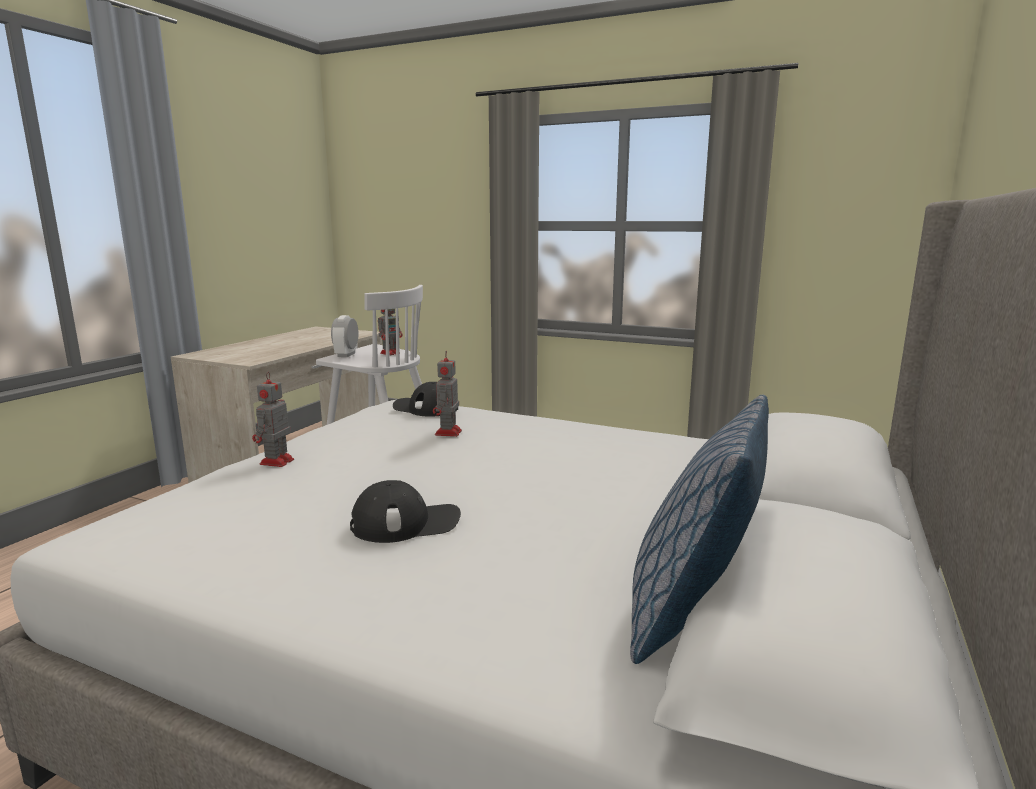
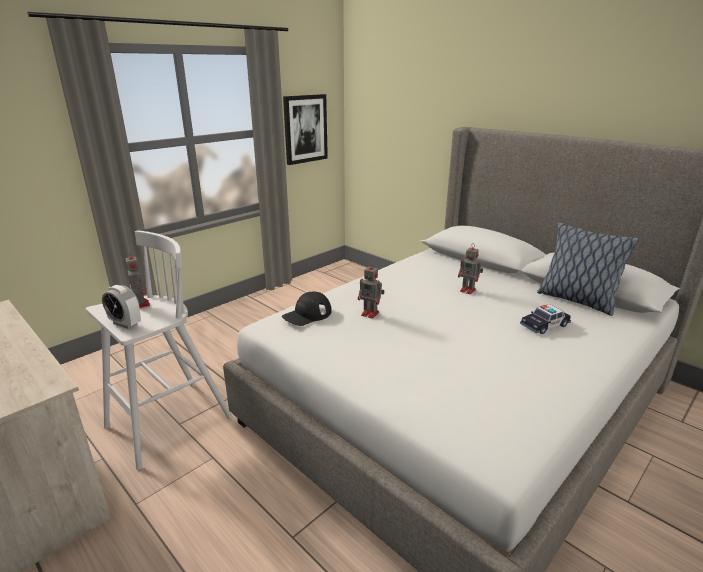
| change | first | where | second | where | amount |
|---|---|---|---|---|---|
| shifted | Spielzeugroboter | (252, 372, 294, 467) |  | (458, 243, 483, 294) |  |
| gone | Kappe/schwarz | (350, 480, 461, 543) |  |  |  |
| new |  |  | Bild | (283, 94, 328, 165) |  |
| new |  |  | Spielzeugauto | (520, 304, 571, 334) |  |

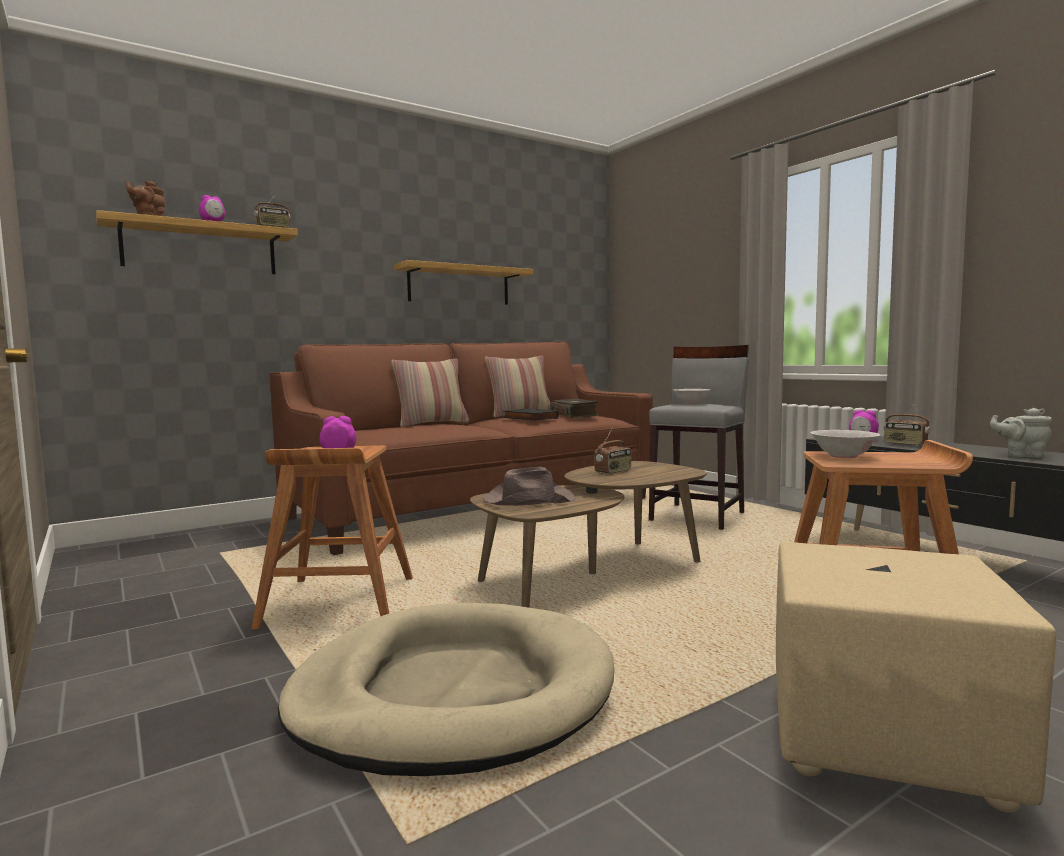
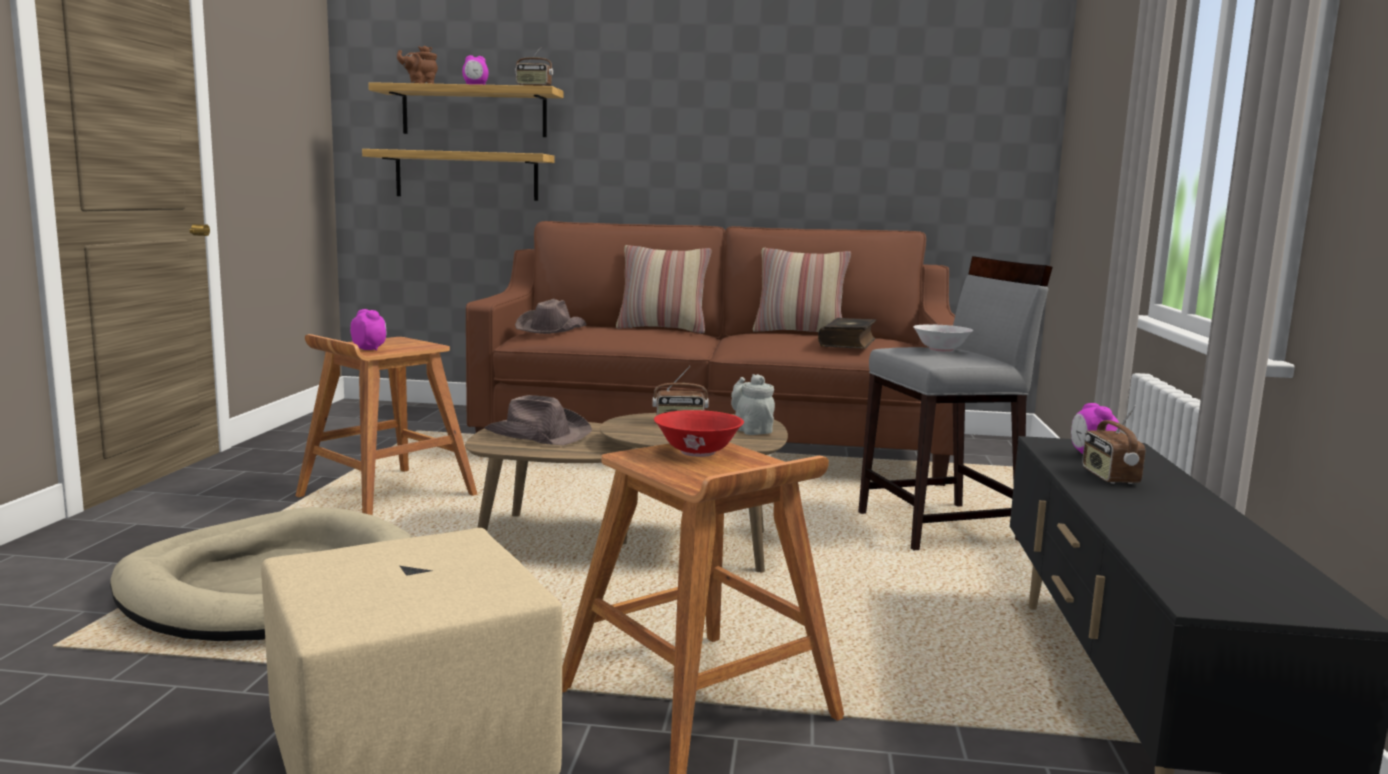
| change | first | where | second | where | amount |
|---|---|---|---|---|---|
| shifted | Wandregal | (394, 260, 533, 305) |  | (362, 149, 554, 201) |  |
| gone | Buch/schwarz | (503, 408, 559, 421) |  |  |  |
| repainted | Schüssel/weiß | (810, 430, 880, 458) | Schüssel/rot | (654, 410, 744, 457) |  |
| shifted | Teekanne/grau | (990, 408, 1052, 458) |  | (731, 374, 775, 435) |  |
| new |  |  | Hut/braun | (515, 299, 587, 334) |  |

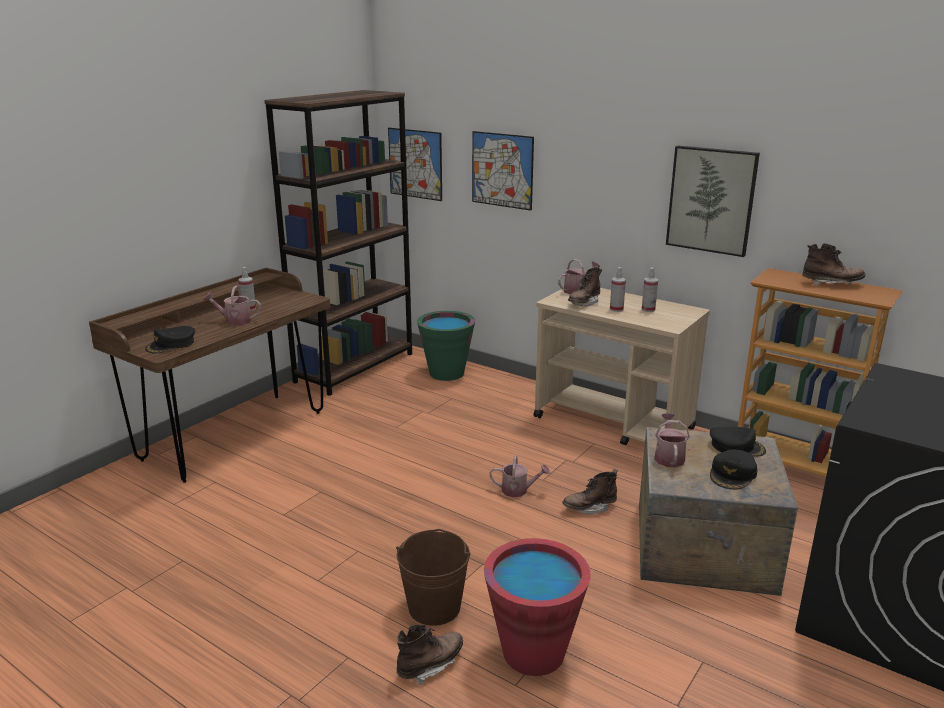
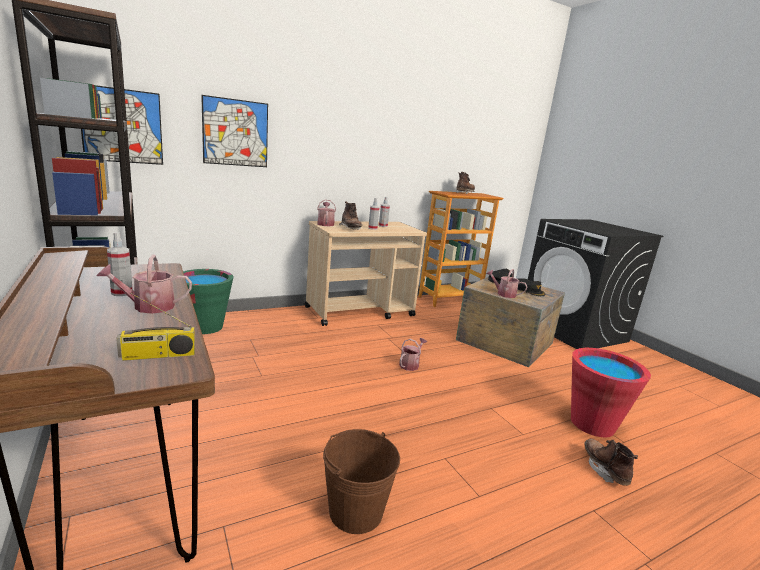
| change | first | where | second | where | amount |
|---|---|---|---|---|---|
| swapped | Kappe/schwarz | (145, 326, 195, 354) | Radio | (116, 293, 195, 361) |  |
| rotated | Gießkanne | (203, 285, 261, 326) |  | (97, 255, 192, 314) | 45 degrees clockwise |
| shifted | Eimer/braun | (396, 529, 470, 626) |  | (323, 429, 400, 534) |  |
| gone | Stiefel/braun | (563, 469, 618, 514) |  |  |  |
| gone | Bild | (666, 146, 760, 257) |  |  |  |

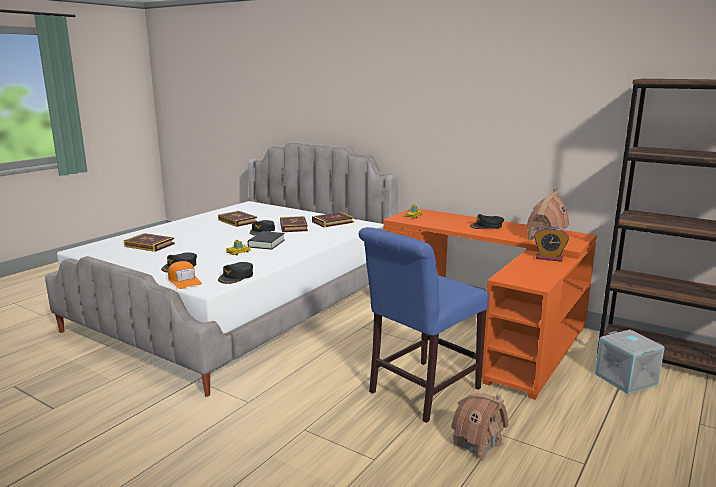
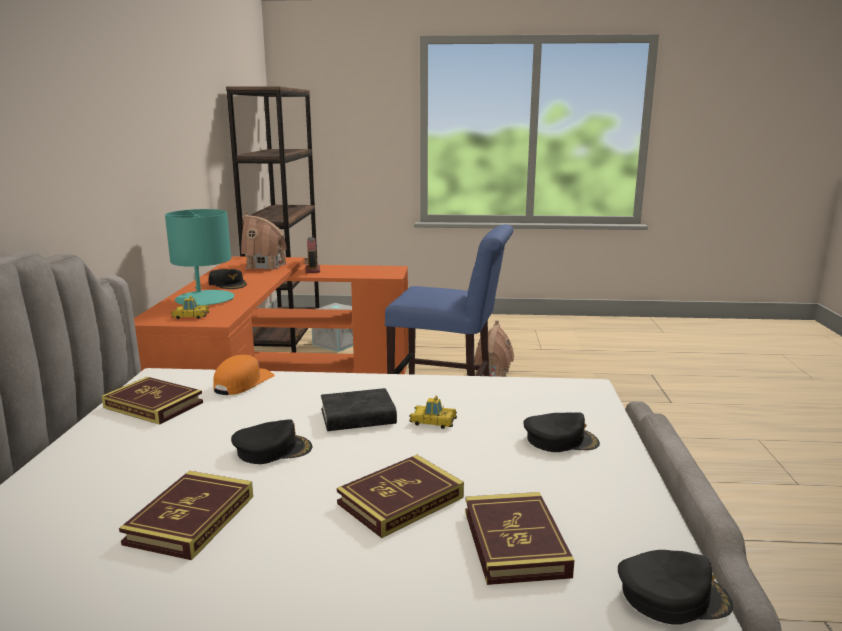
| change | first | where | second | where | amount |
|---|---|---|---|---|---|
| shifted | Kappe/orange | (168, 261, 202, 289) |  | (213, 355, 275, 395) |  |
| shifted | Kappe/schwarz | (218, 262, 253, 284) |  | (618, 550, 733, 624) |  |
| shifted | Buch | (280, 216, 308, 232) |  | (337, 455, 464, 538) |  |
| new |  |  | Tischlampe/türkis | (165, 209, 234, 306) |  |

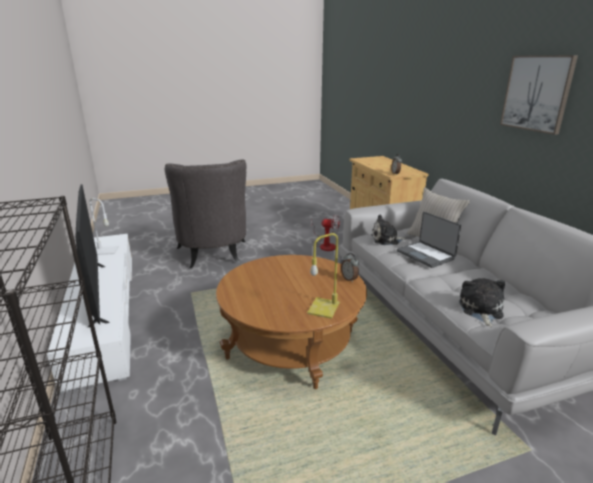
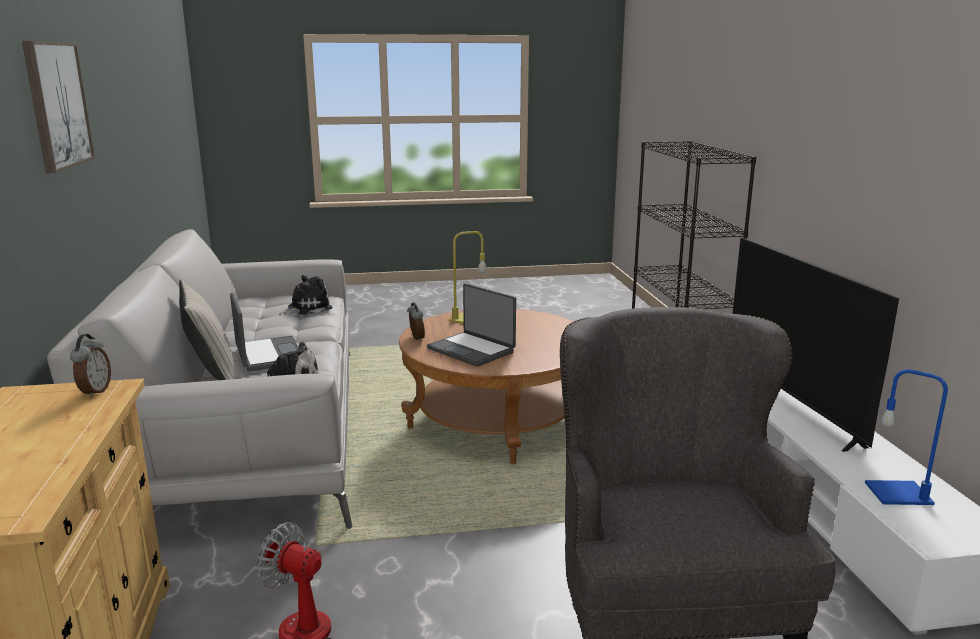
| change | first | where | second | where | amount |
|---|---|---|---|---|---|
| repainted | Tischlampe/weiß | (89, 198, 119, 255) | Tischlampe/blau | (865, 369, 948, 505) |  |
| rotated | Plüschtier | (459, 278, 505, 327) |  | (279, 275, 333, 316) | 150 degrees counterclockwise |
| new |  |  | Laptop | (427, 283, 516, 367) |  |

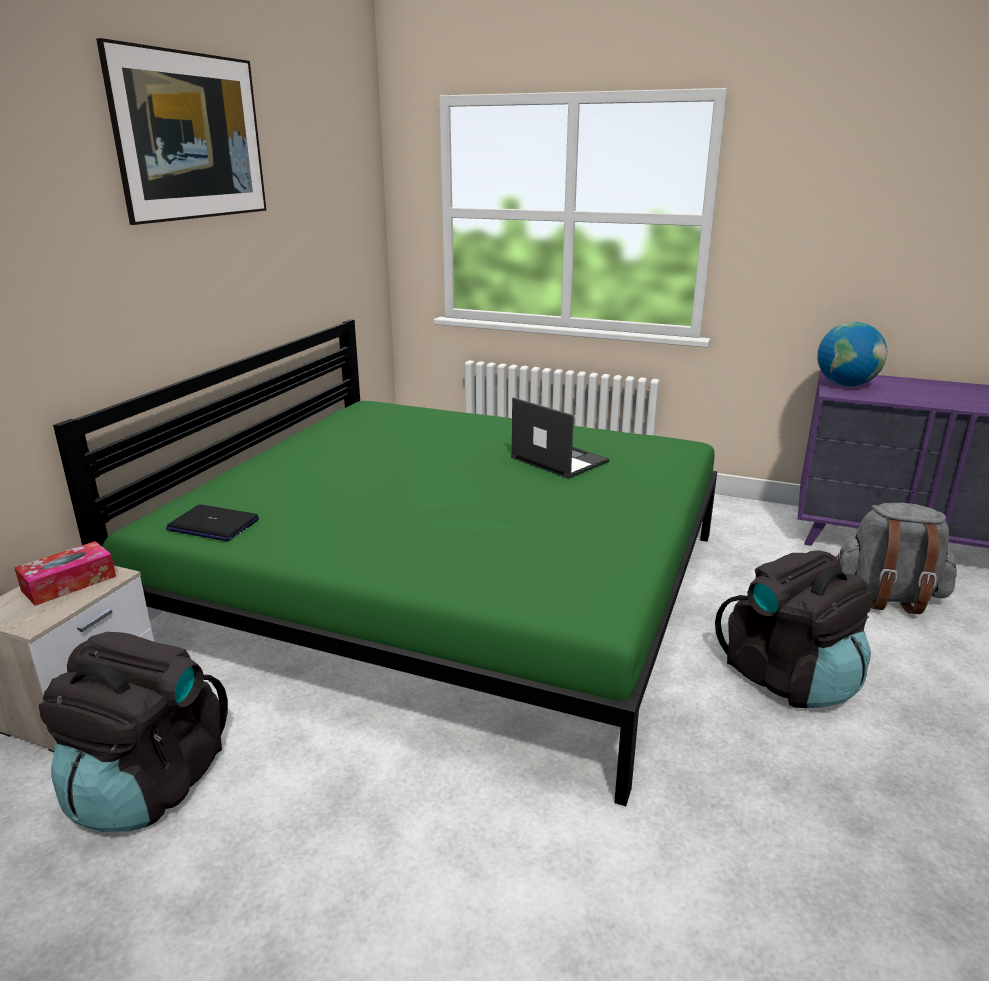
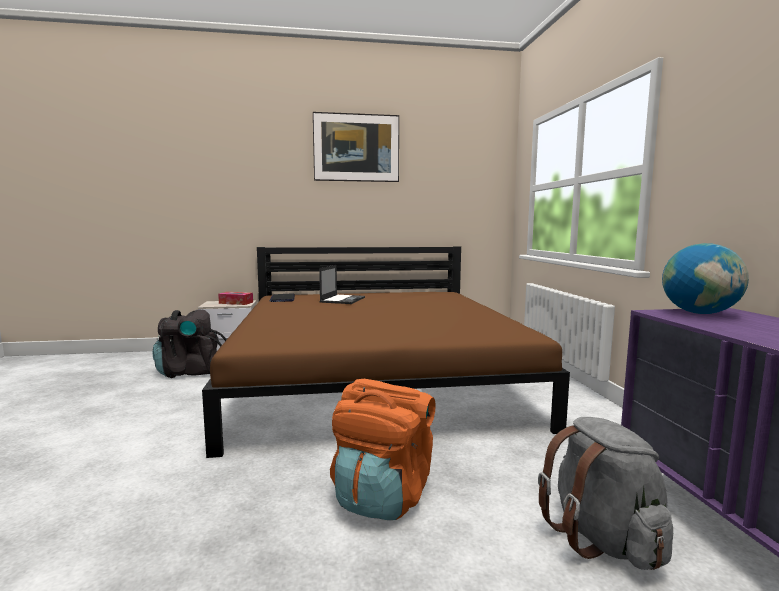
| change | first | where | second | where | amount |
|---|---|---|---|---|---|
| repainted | Bett/grün | (53, 319, 717, 806) | Bett/braun | (202, 246, 570, 458) |  |
| shifted | Laptop | (511, 397, 609, 479) |  | (319, 265, 365, 304) |  |
| repainted | Rucksack/schwarz | (715, 550, 873, 708) | Rucksack/orange | (330, 379, 436, 520) |  |

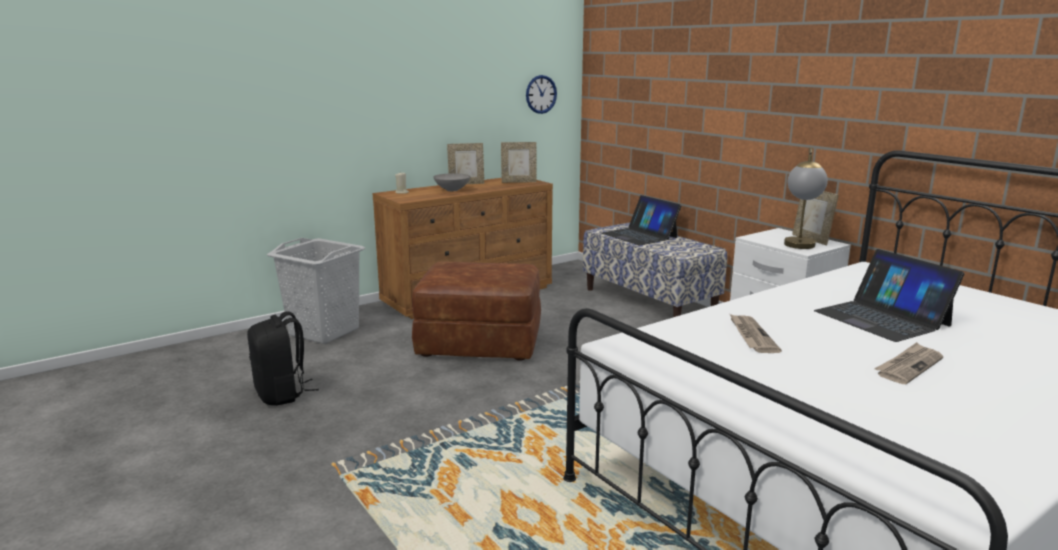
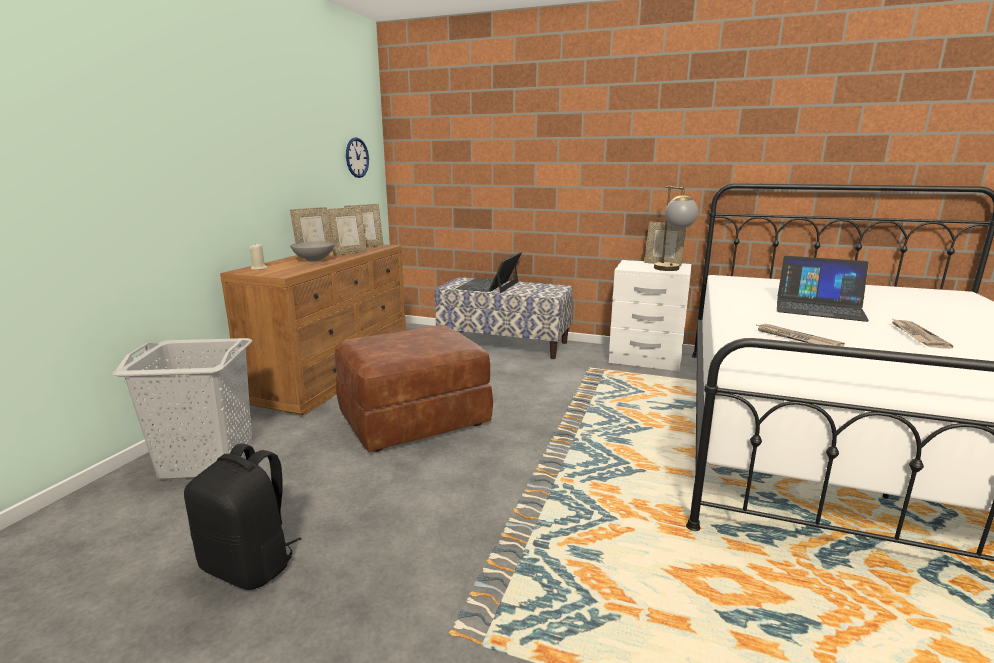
| change | first | where | second | where | amount |
|---|---|---|---|---|---|
| rotated | Laptop | (602, 195, 682, 245) |  | (456, 252, 521, 293) | 90 degrees clockwise |
| new |  |  | Bilderrahmen | (326, 207, 367, 256) |  |

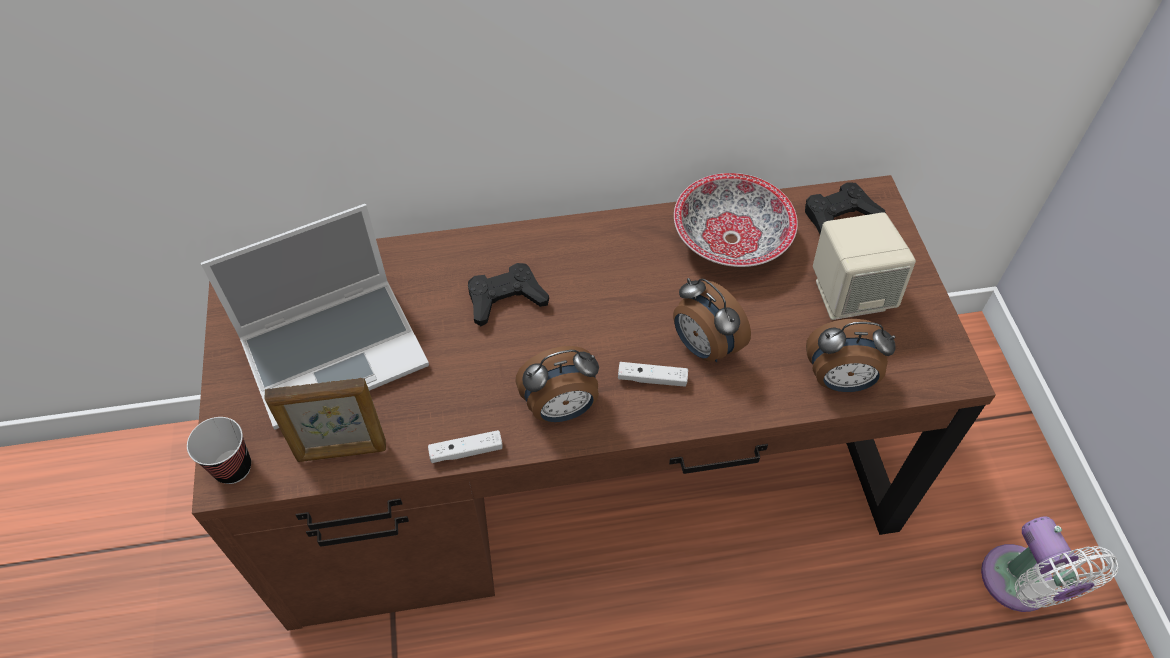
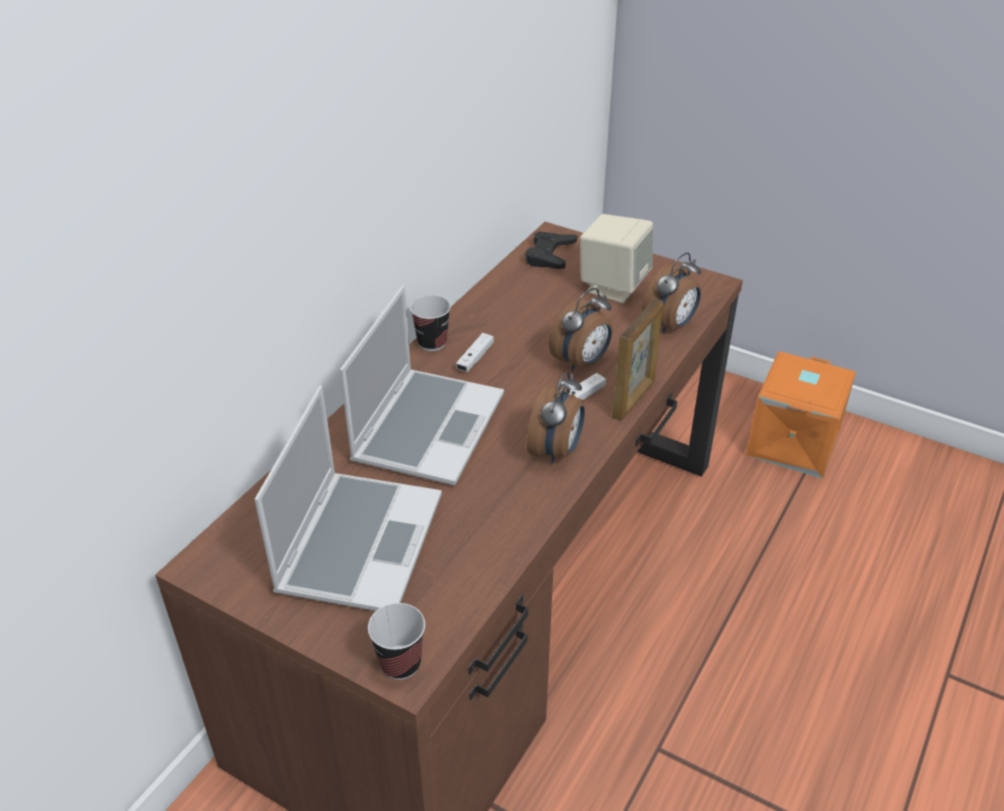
| change | first | where | second | where | amount |
|---|---|---|---|---|---|
| shifted | Bilderrahmen | (264, 378, 386, 462) |  | (612, 298, 663, 420) |  |
| shifted | Gamepad/weiß | (428, 430, 502, 463) |  | (456, 333, 494, 372) |  |
| swapped | Gamepad/schwarz | (468, 263, 549, 326) | Laptop | (340, 285, 504, 486) |  |
| rotated | Wecker | (673, 278, 751, 362) |  | (548, 288, 612, 371) | 45 degrees counterclockwise |
| gone | Schüssel | (674, 173, 798, 267) |  |  |  |
| swapped | Ventilator/weiß | (981, 516, 1118, 612) | Aufbewahrungsbox/orange | (746, 352, 856, 479) |  |
| new |  |  | Tasse | (410, 295, 451, 351) |  |

